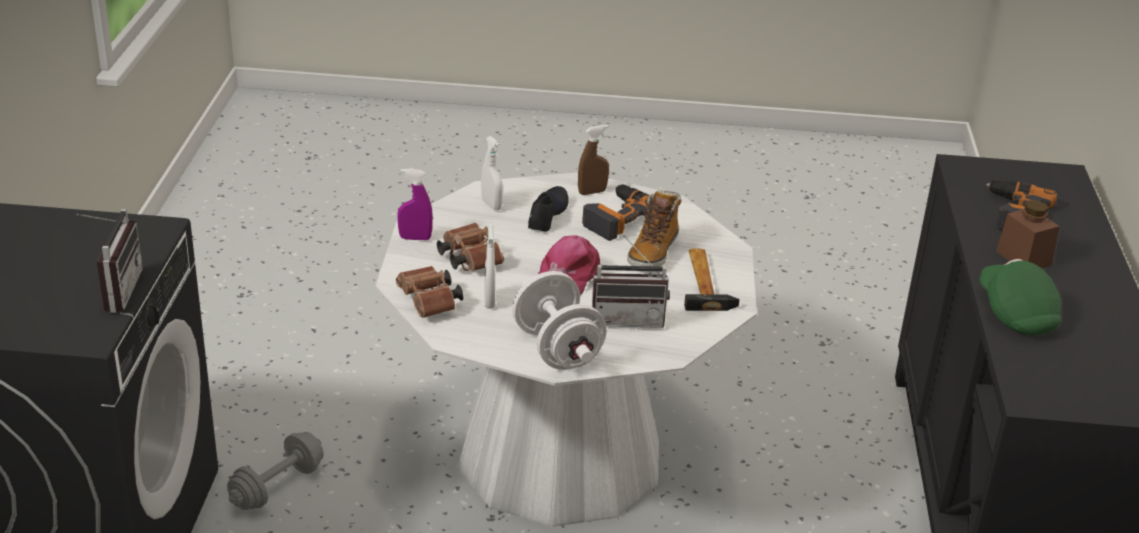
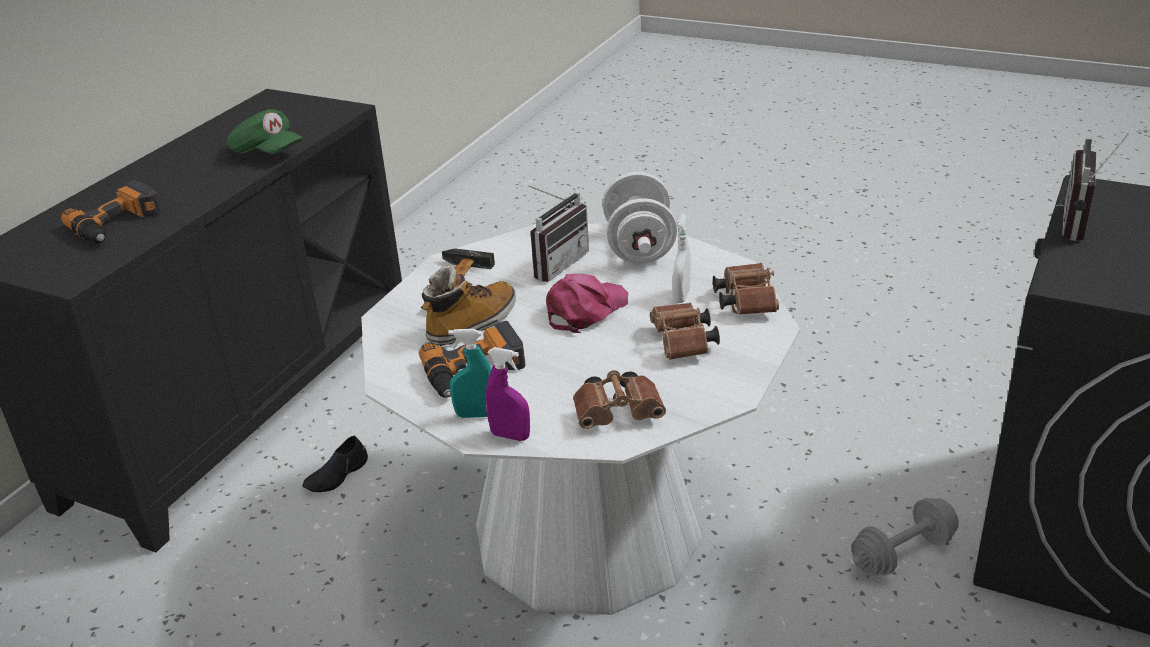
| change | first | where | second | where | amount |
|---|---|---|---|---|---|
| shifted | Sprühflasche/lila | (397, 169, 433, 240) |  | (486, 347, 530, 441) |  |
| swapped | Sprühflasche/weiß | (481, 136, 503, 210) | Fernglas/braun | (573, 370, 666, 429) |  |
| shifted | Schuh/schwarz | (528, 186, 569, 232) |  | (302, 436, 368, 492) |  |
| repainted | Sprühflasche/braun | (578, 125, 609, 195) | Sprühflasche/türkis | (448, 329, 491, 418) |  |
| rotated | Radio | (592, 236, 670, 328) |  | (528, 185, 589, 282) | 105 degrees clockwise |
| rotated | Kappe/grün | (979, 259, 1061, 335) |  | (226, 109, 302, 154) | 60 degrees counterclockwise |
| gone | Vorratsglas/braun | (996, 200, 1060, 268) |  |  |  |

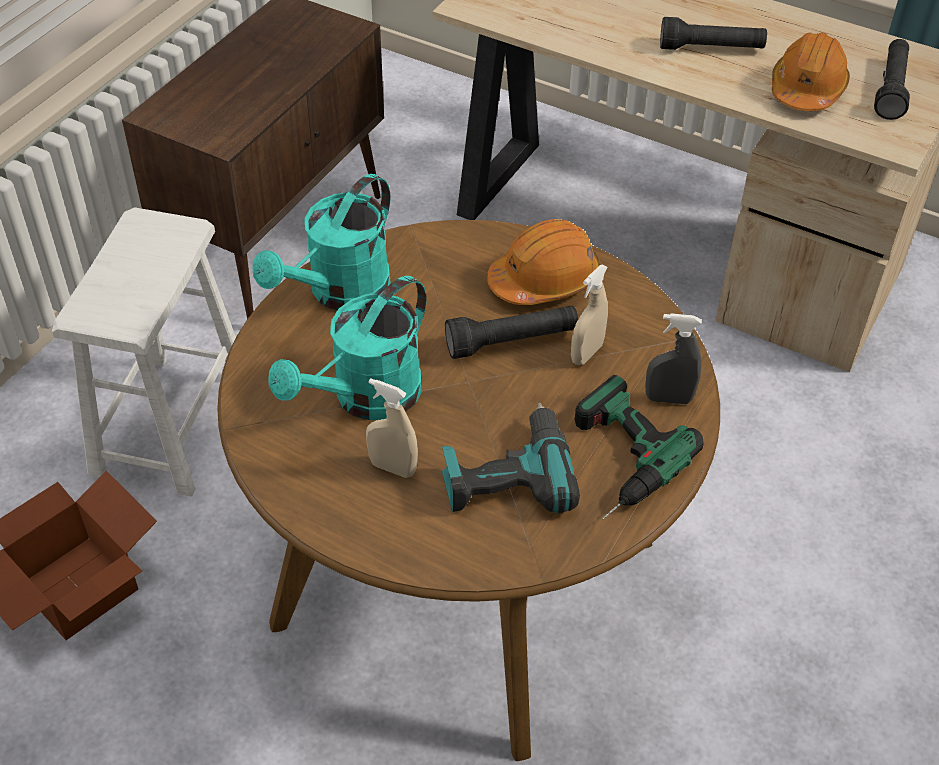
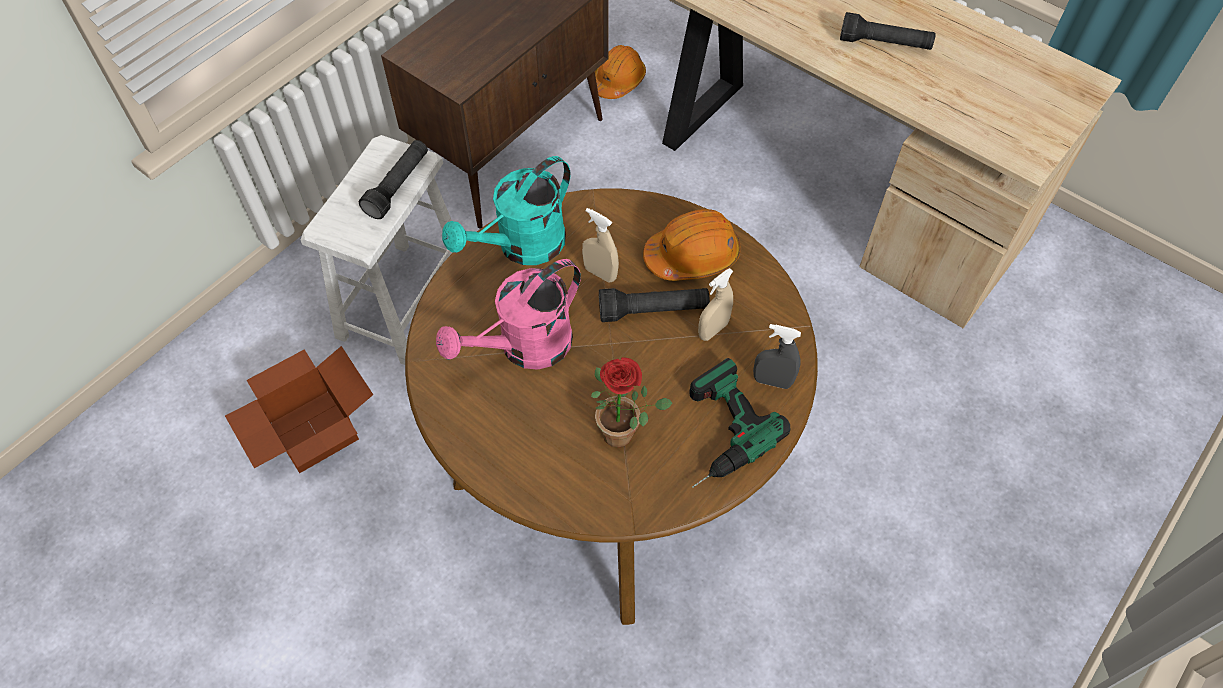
| change | first | where | second | where | amount |
|---|---|---|---|---|---|
| repainted | Gießkanne/türkis | (268, 276, 427, 420) | Gießkanne/rosa | (436, 259, 581, 370) |  |
| shifted | Sprühflasche/beige | (366, 378, 418, 478) |  | (582, 208, 619, 283) |  |
| swapped | Bohrmaschine | (442, 403, 580, 514) | Topfpflanze | (591, 357, 673, 448) |  |
| shifted | Schutzhelm/orange | (772, 32, 850, 111) |  | (595, 45, 646, 99) |  |
| shifted | Taschenlampe/schwarz | (874, 39, 910, 120) |  | (359, 140, 428, 219) |  |

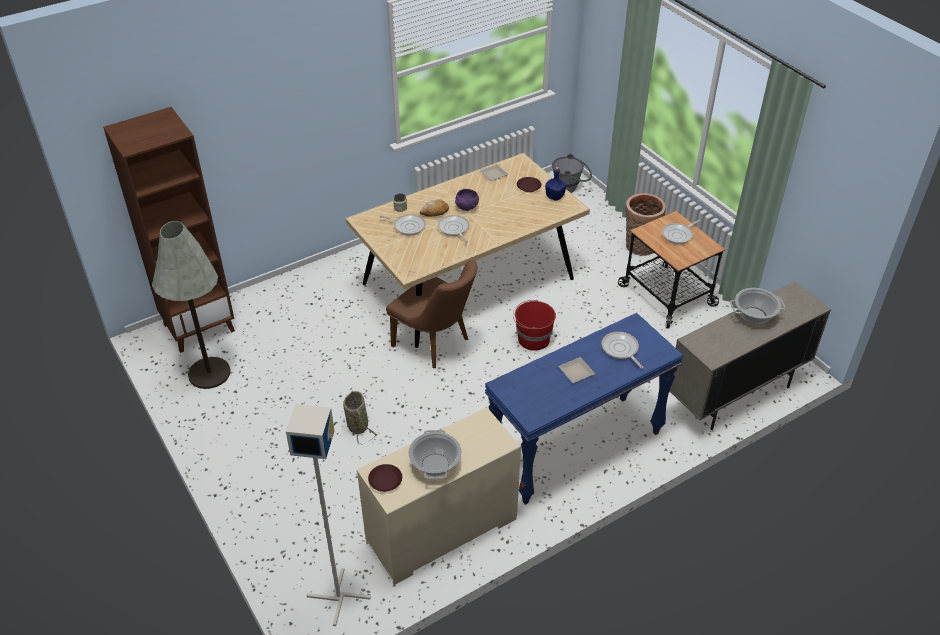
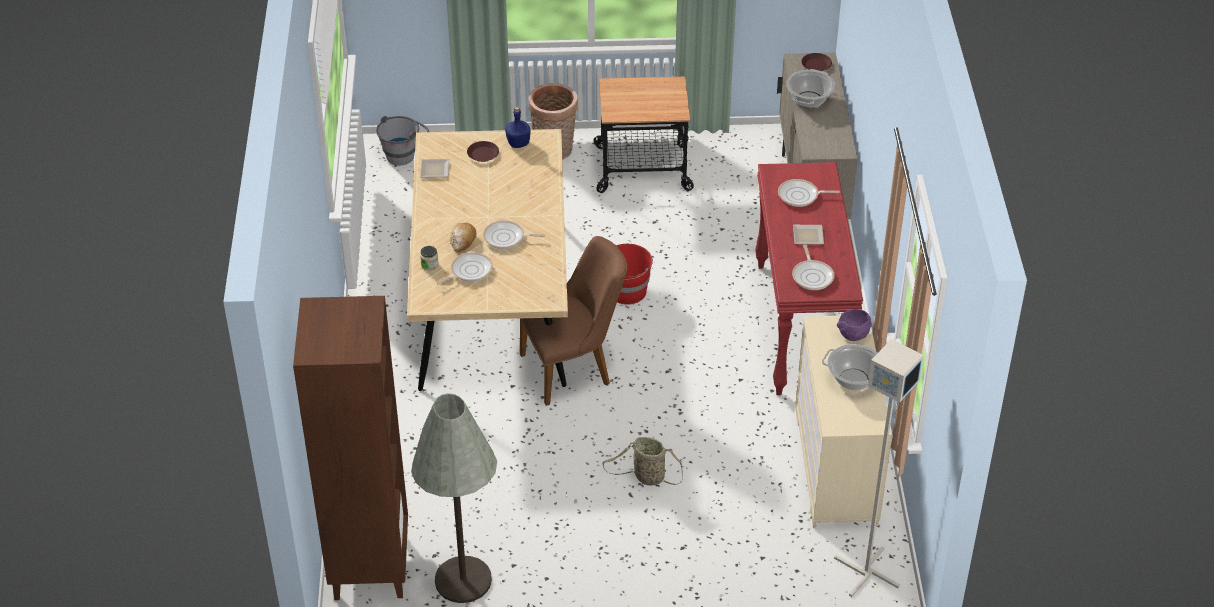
| change | first | where | second | where | amount |
|---|---|---|---|---|---|
| shifted | Teller/braun | (368, 464, 402, 492) |  | (801, 53, 832, 71) |  |
| shifted | Schüssel/lila | (455, 189, 479, 211) |  | (837, 309, 872, 341) |  |
| repainted | Konsolentisch/blau | (485, 313, 684, 505) | Konsolentisch/rot | (755, 162, 863, 395) |  |
| shifted | Pfanne | (662, 220, 701, 244) |  | (792, 244, 835, 290) |  |

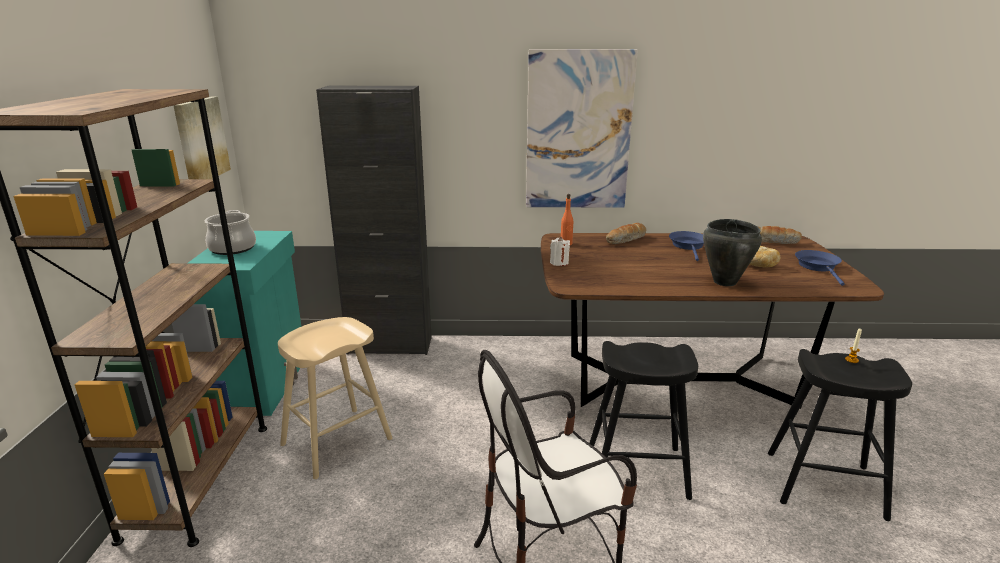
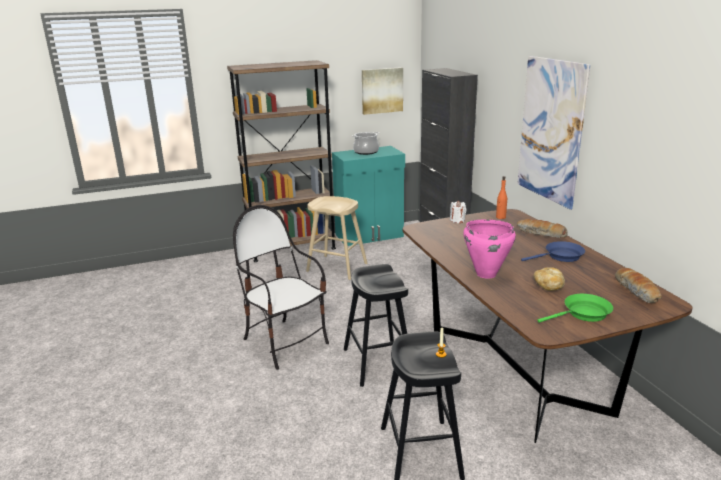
| change | first | where | second | where | amount |
|---|---|---|---|---|---|
| repainted | Kochtopf/schwarz | (703, 219, 762, 286) | Kochtopf/rosa | (463, 220, 516, 279) |  |
| repainted | Pfanne/blau | (795, 250, 845, 286) | Pfanne/grün | (537, 294, 613, 323) |  |

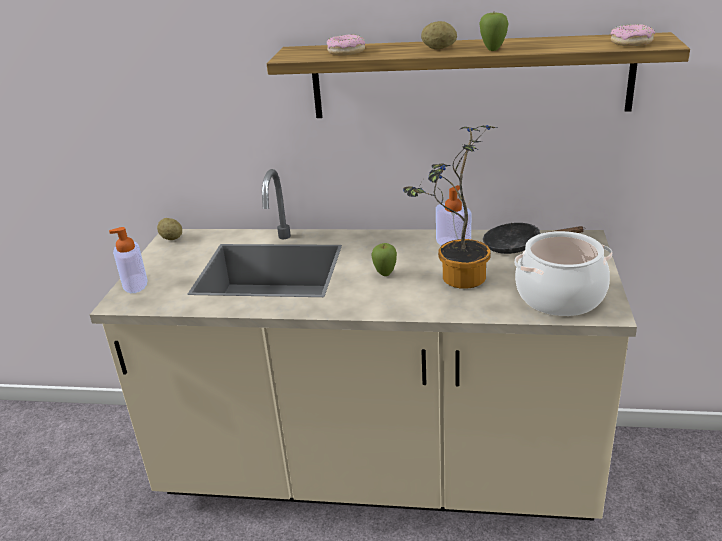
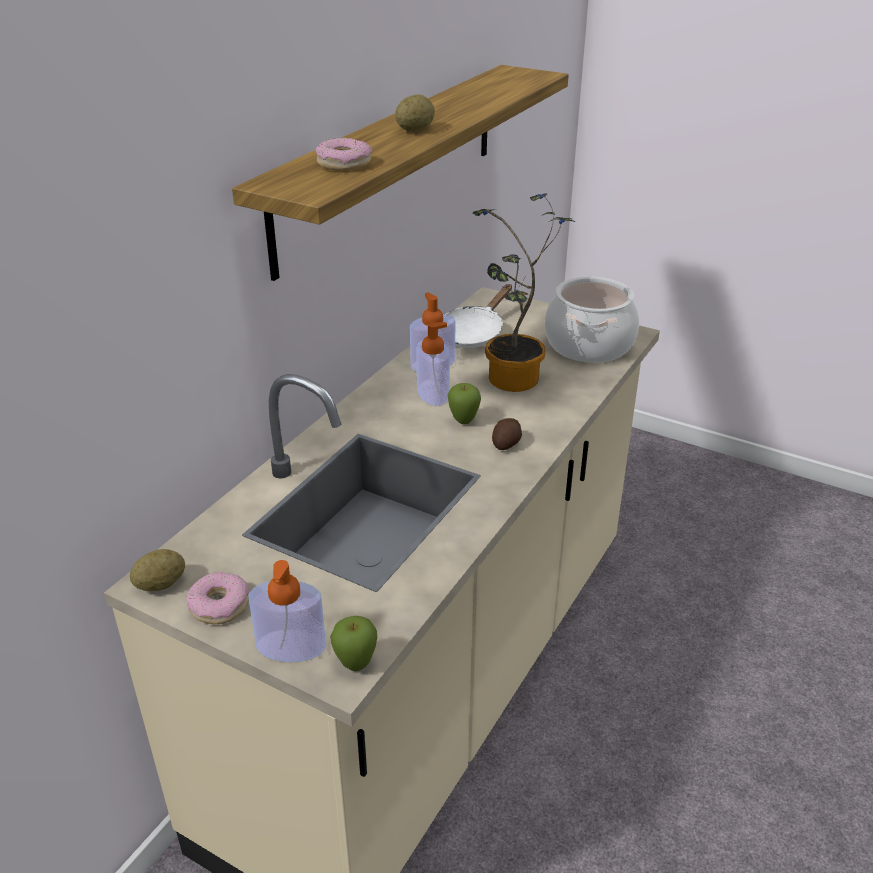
| change | first | where | second | where | amount |
|---|---|---|---|---|---|
| shifted | Apfel | (480, 13, 509, 51) |  | (330, 616, 377, 671) |  |
| repainted | Pfanne/schwarz | (483, 223, 585, 254) | Pfanne/weiß | (445, 284, 512, 348) |  |
| shifted | Donut | (611, 24, 655, 46) |  | (186, 572, 249, 624) |  |
| new |  |  | Seifenspender | (416, 322, 450, 406) |  |
| new |  |  | Kartoffel | (492, 418, 522, 450) |  |

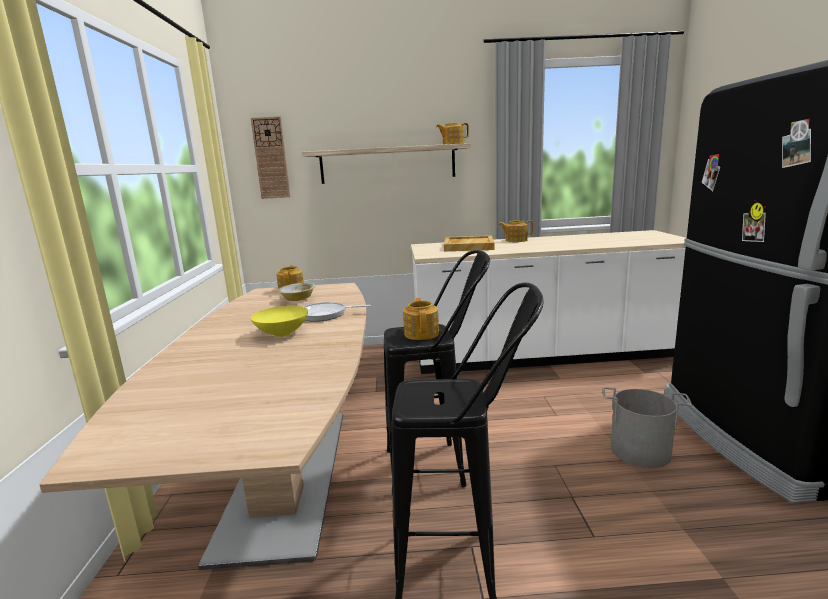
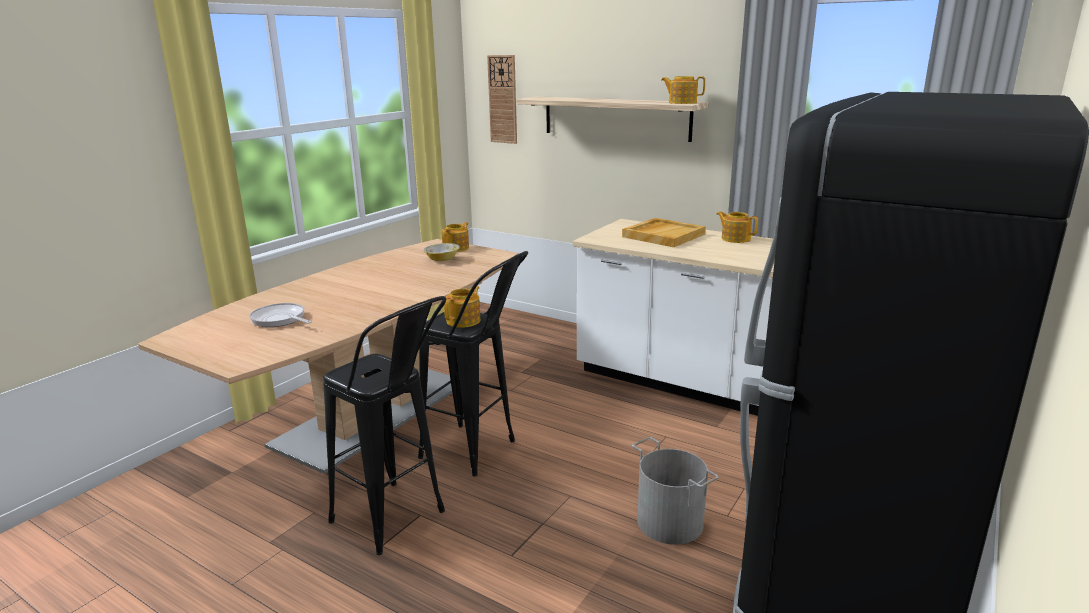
| change | first | where | second | where | amount |
|---|---|---|---|---|---|
| gone | Schüssel/gelb | (251, 306, 308, 337) |  |  |  |
| shifted | Pfanne | (303, 302, 371, 322) |  | (249, 303, 312, 327) |  |

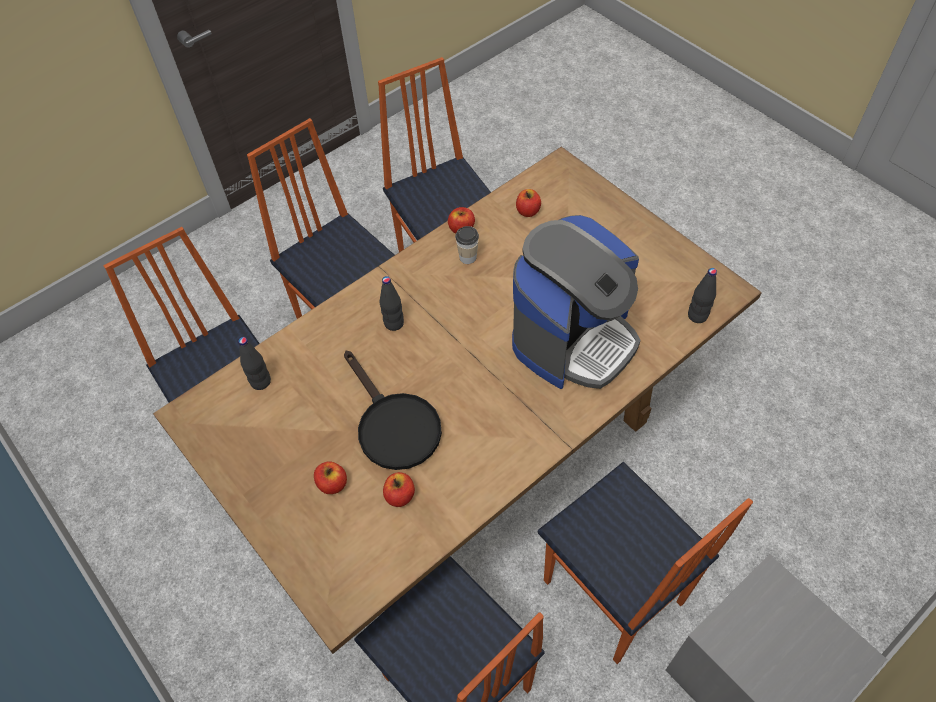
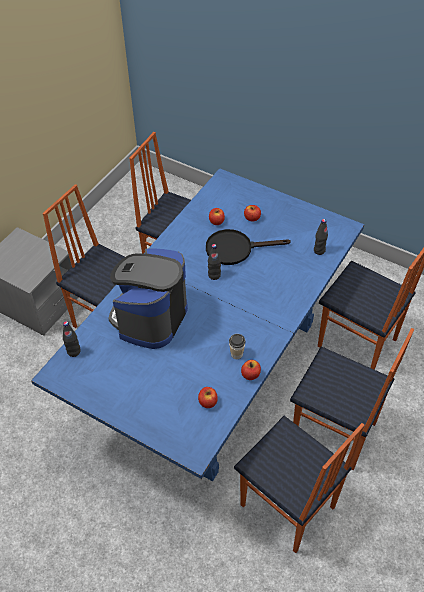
| change | first | where | second | where | amount |
|---|---|---|---|---|---|
| repainted | Esstisch/braun | (153, 147, 762, 654) | Esstisch/blau | (31, 168, 364, 481) |  |
| rotated | Pfanne/schwarz | (344, 351, 442, 470) |  | (206, 229, 291, 265) | 45 degrees counterclockwise |
| shifted | Flasche/schwarz | (380, 276, 404, 331) |  | (208, 244, 221, 280) |  |

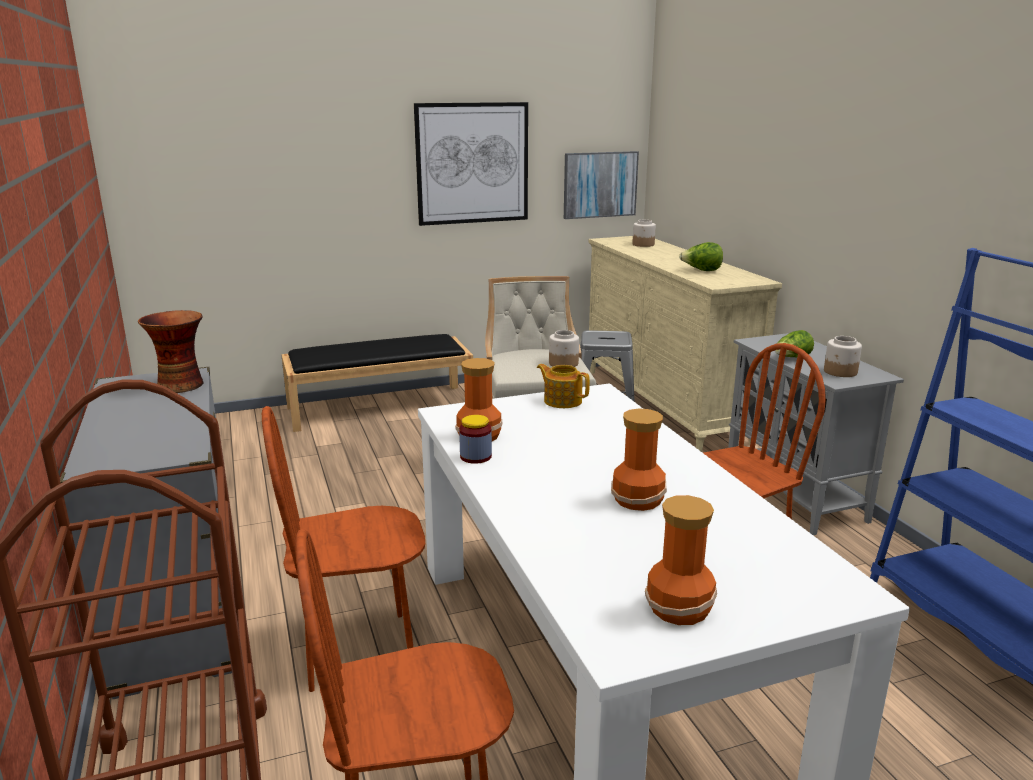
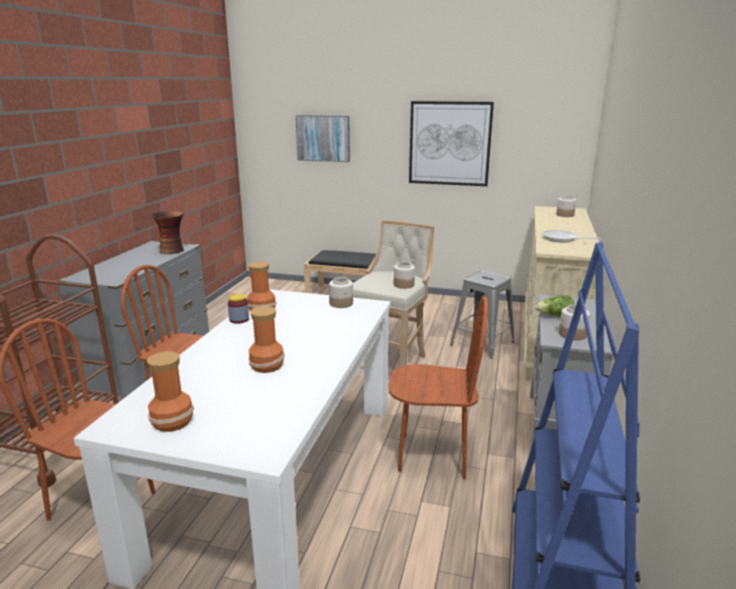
| change | first | where | second | where | amount |
|---|---|---|---|---|---|
| swapped | Teekanne | (537, 364, 590, 408) | Vorratsglas | (329, 277, 353, 308) |  |
| shifted | Bild | (564, 151, 639, 219) |  | (296, 115, 350, 162) |  |
| swapped | Salatkopf | (679, 242, 723, 271) | Pfanne | (541, 230, 601, 242) |  |

